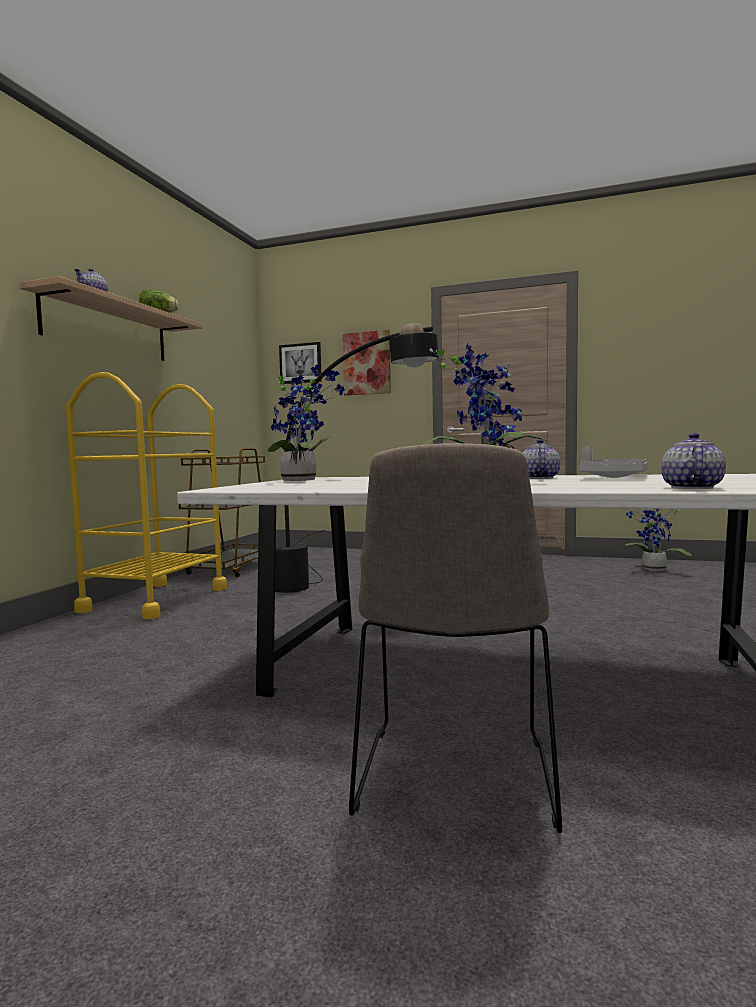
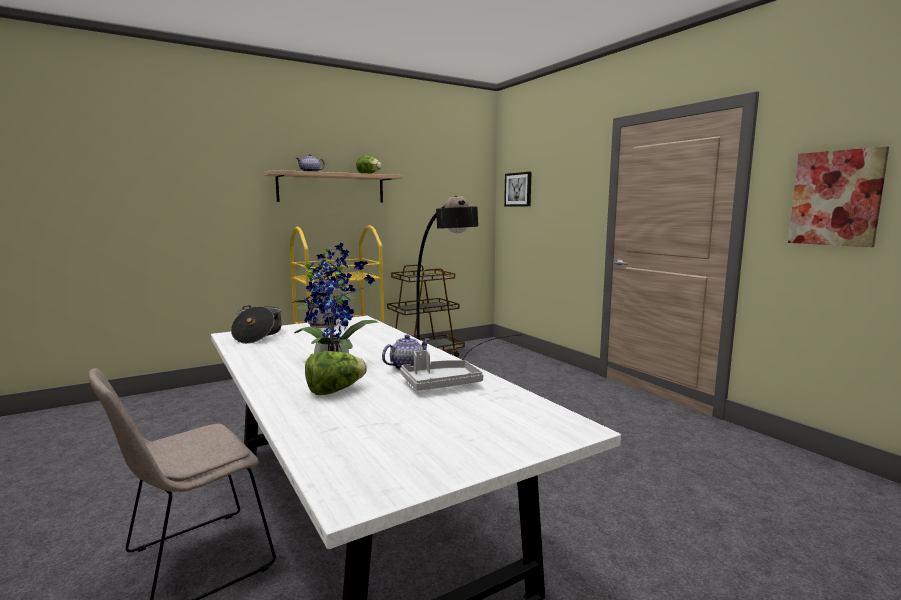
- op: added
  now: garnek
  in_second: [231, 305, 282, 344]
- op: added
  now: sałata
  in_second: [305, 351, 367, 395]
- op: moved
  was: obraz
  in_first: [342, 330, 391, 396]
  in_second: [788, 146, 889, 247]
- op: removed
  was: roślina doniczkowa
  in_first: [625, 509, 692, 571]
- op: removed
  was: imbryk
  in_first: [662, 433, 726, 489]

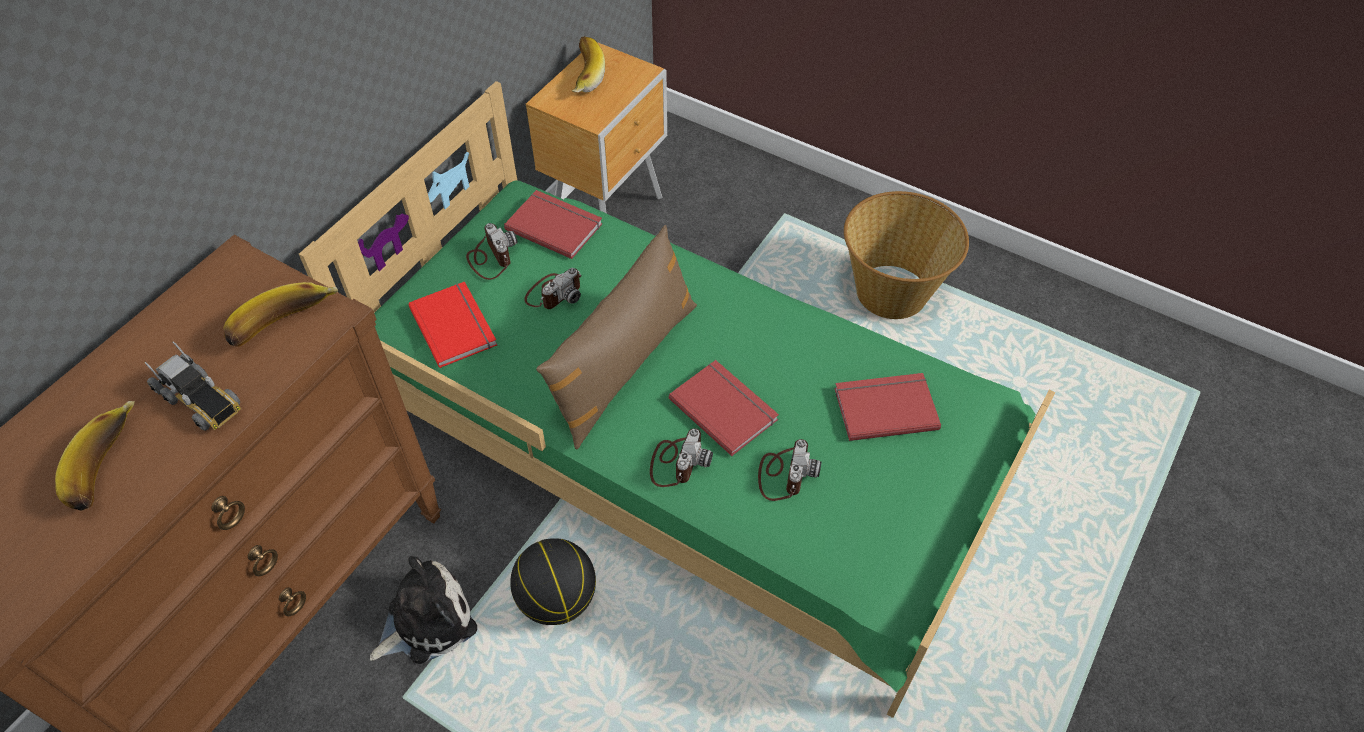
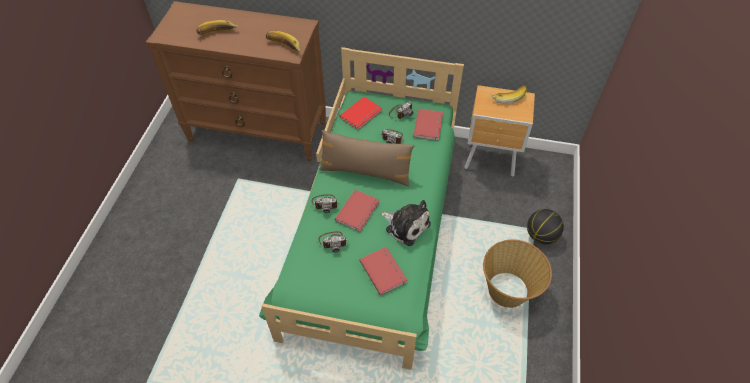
- op: moved
  was: pluszak
  in_first: [370, 556, 477, 664]
  in_second: [380, 200, 431, 246]
- op: moved
  was: piłka do koszykówki
  in_first: [510, 538, 596, 625]
  in_second: [527, 209, 564, 244]
- op: removed
  was: ciężarówka zabawkowa
  in_first: [144, 341, 241, 431]

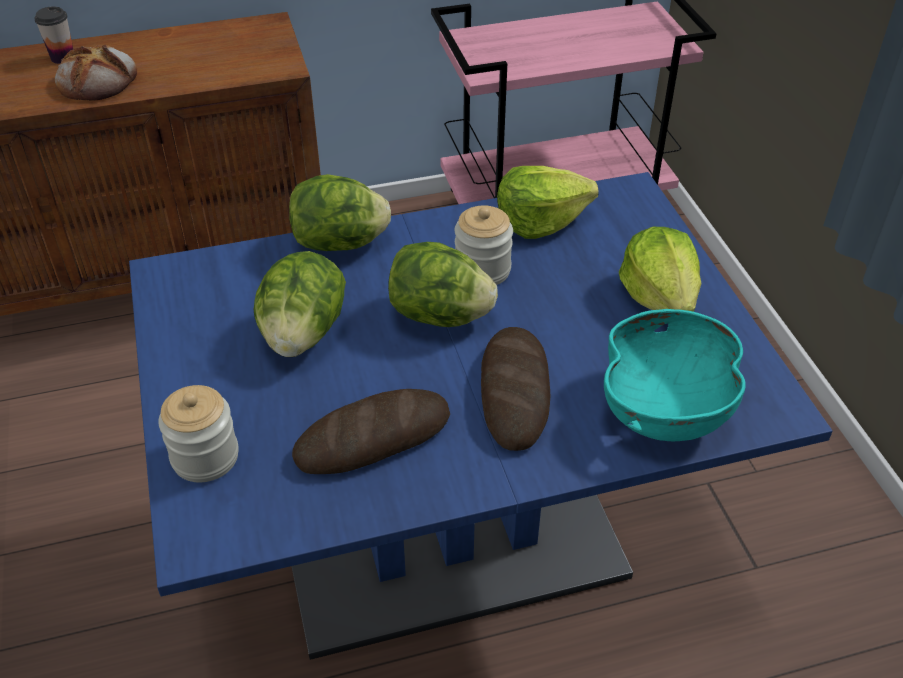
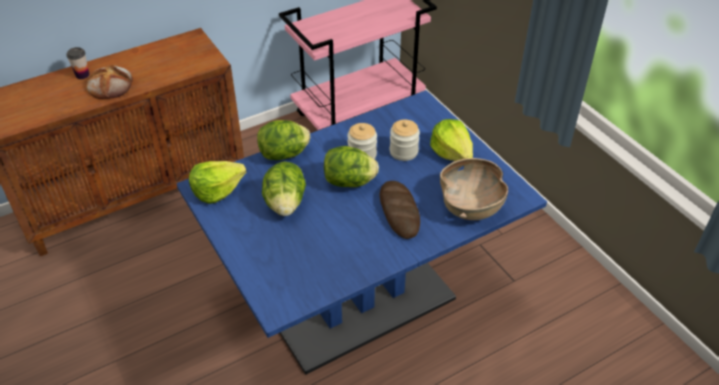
- op: moved
  was: sałata
  in_first: [497, 166, 599, 239]
  in_second: [189, 161, 246, 204]
- op: moved
  was: słoik
  in_first: [158, 385, 239, 482]
  in_second: [390, 120, 420, 161]
- op: recoloured
  was: miska [turkusowy]
  now: miska [brązowy]
  in_first: [604, 309, 746, 441]
  in_second: [440, 158, 508, 220]
- op: removed
  was: chleb
  in_first: [292, 389, 450, 474]

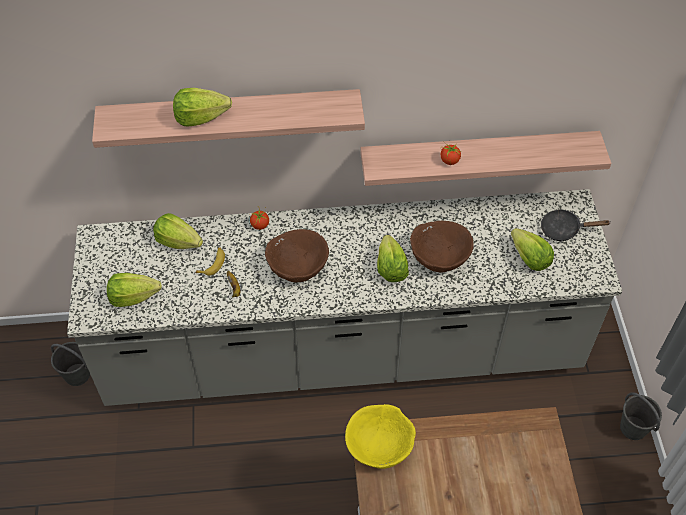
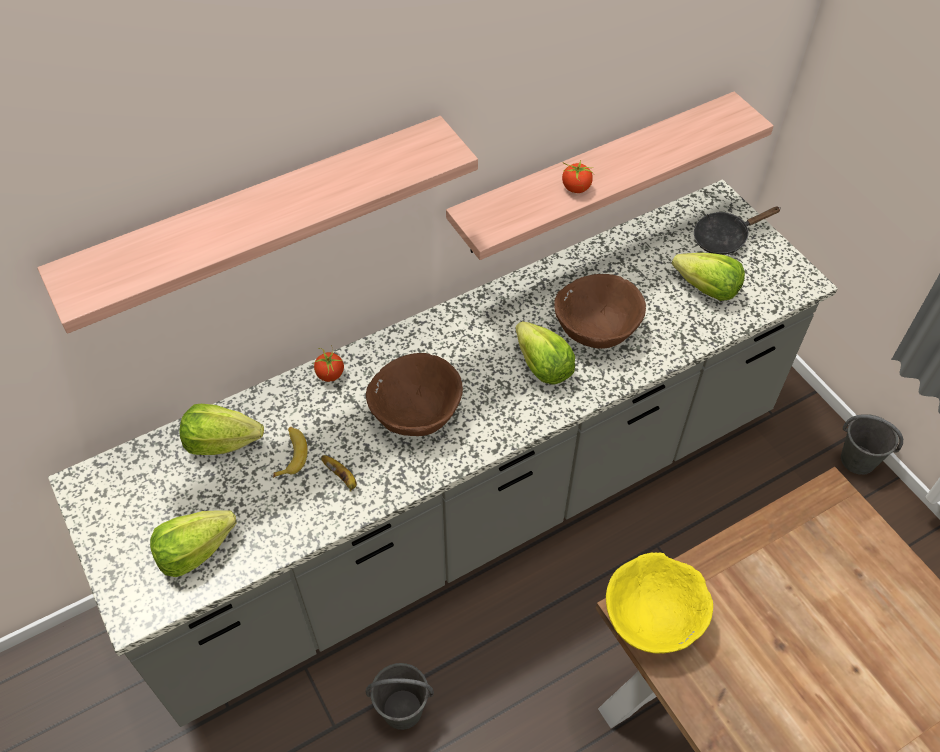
- op: moved
  was: wiadro [szary]
  in_first: [51, 342, 90, 386]
  in_second: [366, 663, 434, 730]
- op: removed
  was: sałata
  in_first: [173, 88, 232, 126]

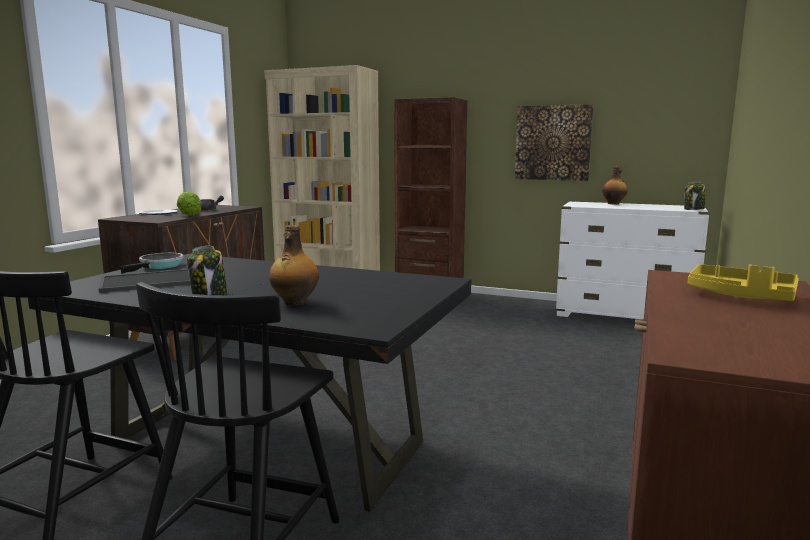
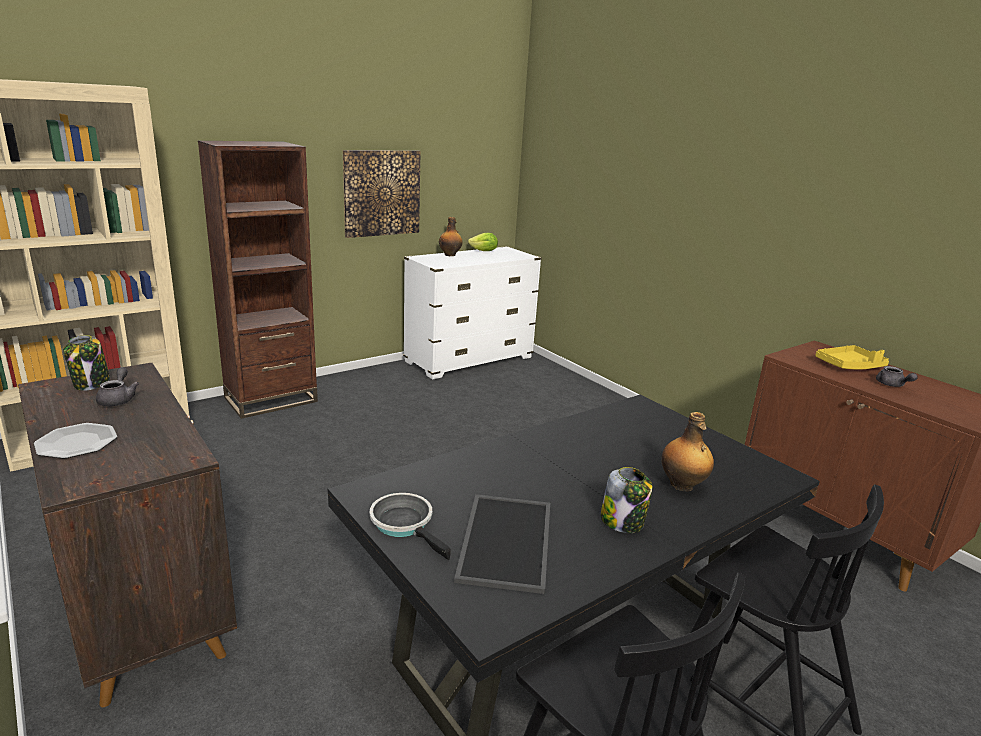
- op: moved
  was: słoik
  in_first: [684, 182, 705, 210]
  in_second: [63, 335, 110, 391]
- op: moved
  was: sałata
  in_first: [177, 192, 201, 216]
  in_second: [468, 233, 498, 251]
- op: added
  now: imbryk [szary]
  in_second: [876, 366, 917, 387]

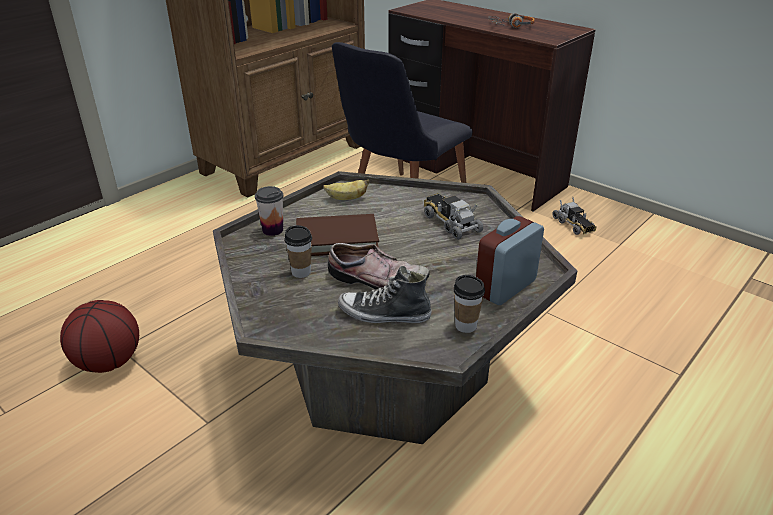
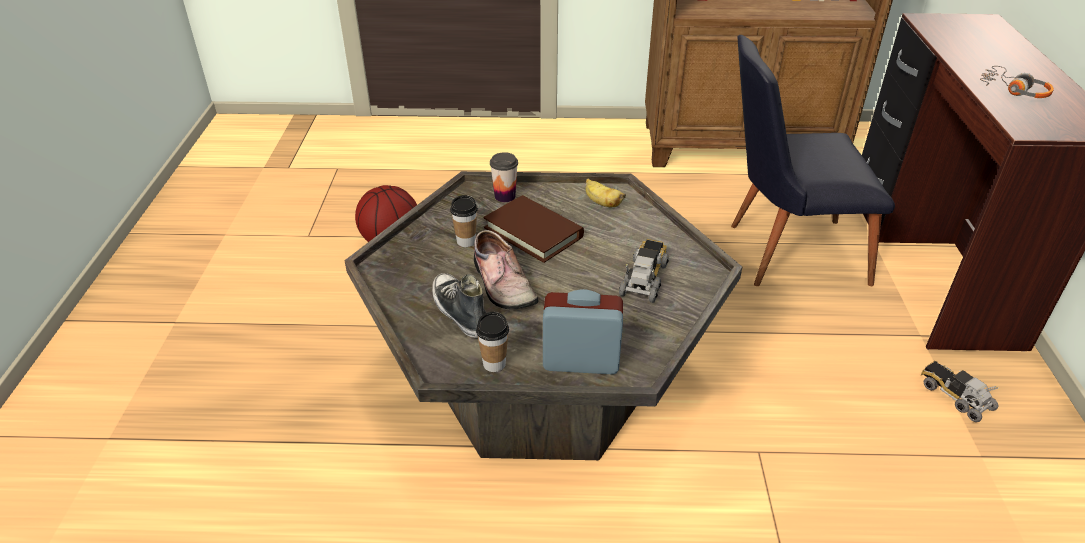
- op: turned
  was: ciężarówka zabawkowa
  in_first: [552, 197, 597, 235]
  in_second: [921, 361, 998, 422]
  clockwise: 120

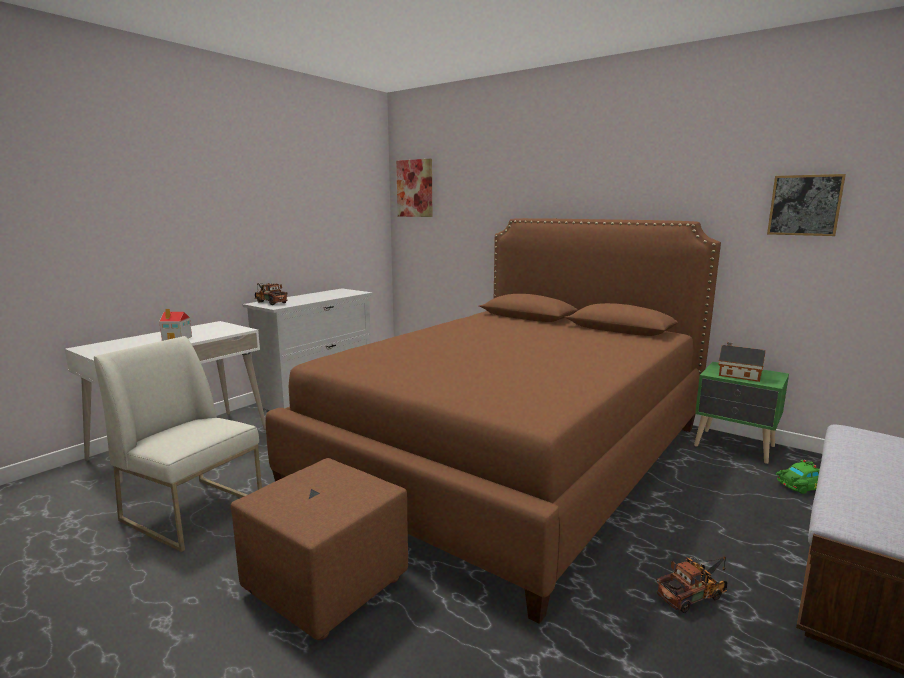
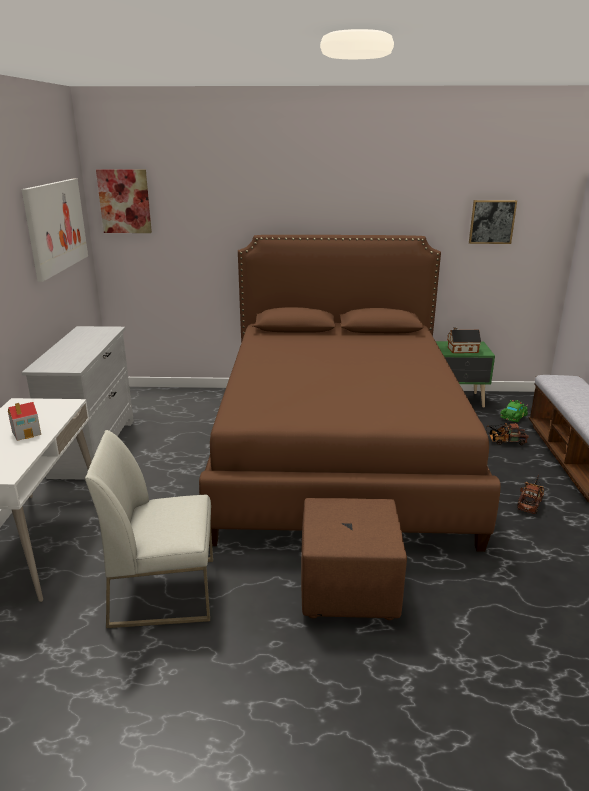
- op: added
  now: obraz
  in_second: [21, 179, 88, 282]
- op: moved
  was: ciężarówka zabawkowa
  in_first: [255, 283, 287, 305]
  in_second: [486, 423, 529, 445]

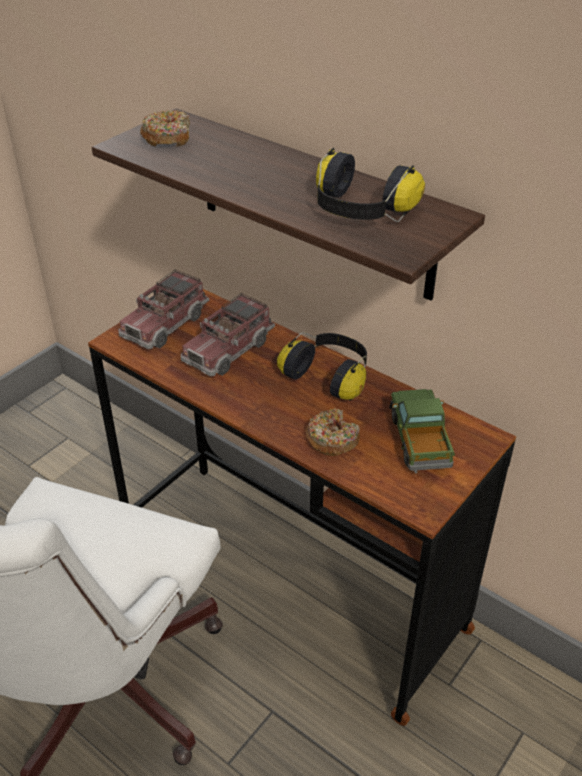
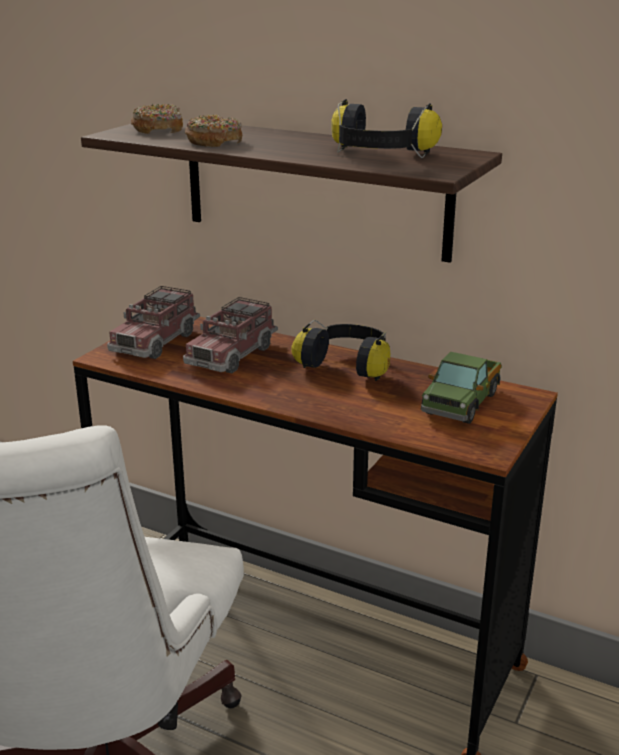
- op: moved
  was: donut
  in_first: [306, 408, 360, 456]
  in_second: [185, 114, 242, 147]
- op: turned
  was: ciężarówka zabawkowa
  in_first: [389, 389, 455, 473]
  in_second: [421, 352, 502, 424]
  clockwise: -135

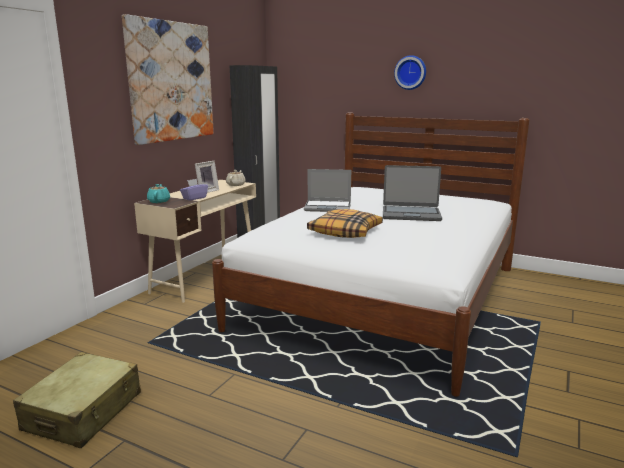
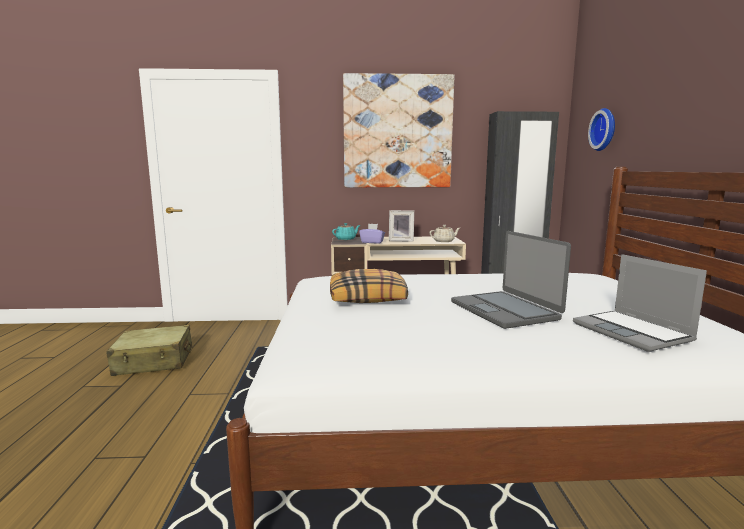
- op: moved
  was: laptop
  in_first: [304, 169, 351, 212]
  in_second: [573, 254, 707, 352]
- op: moved
  was: zegar ścienny
  in_first: [394, 55, 426, 90]
  in_second: [588, 108, 615, 151]

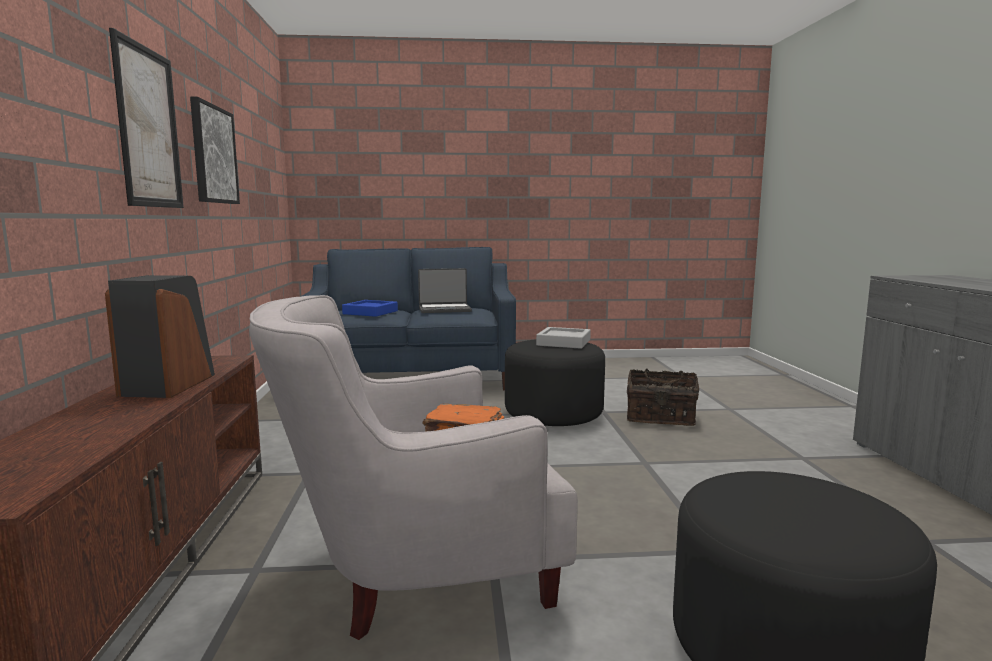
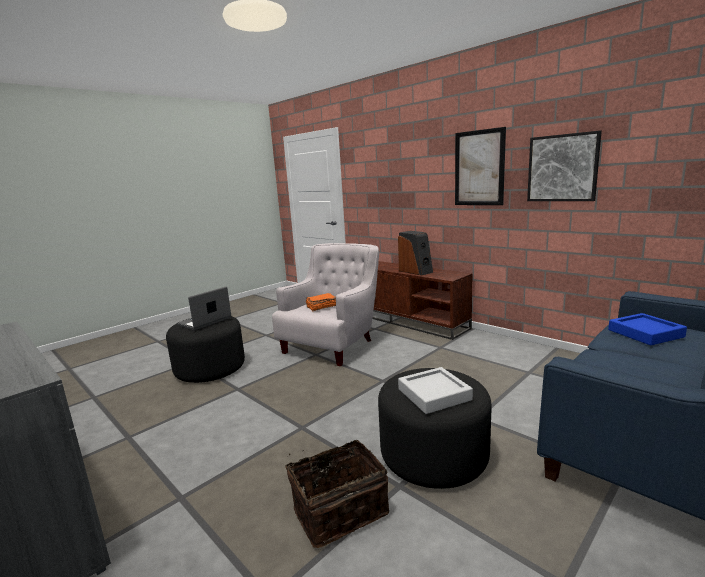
- op: moved
  was: laptop
  in_first: [418, 268, 472, 313]
  in_second: [177, 287, 231, 331]

